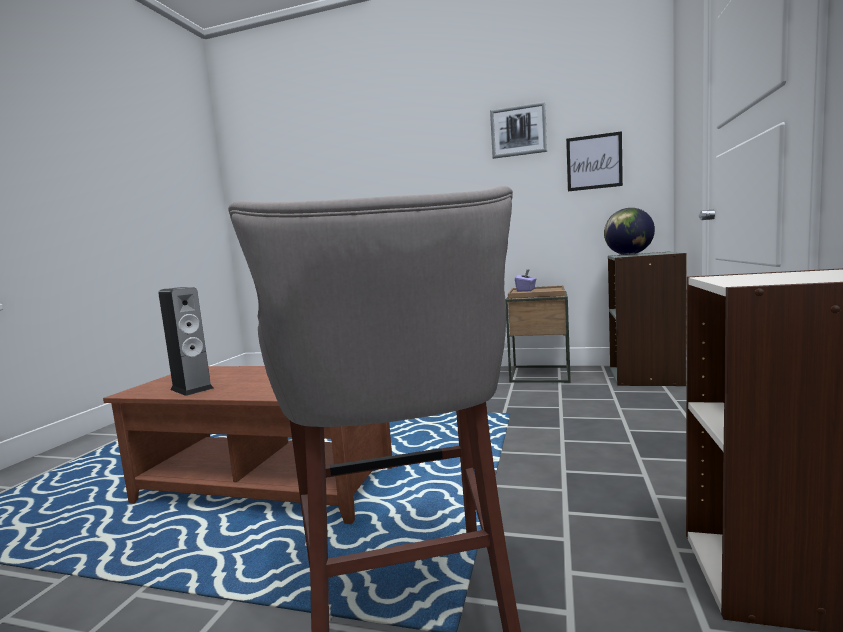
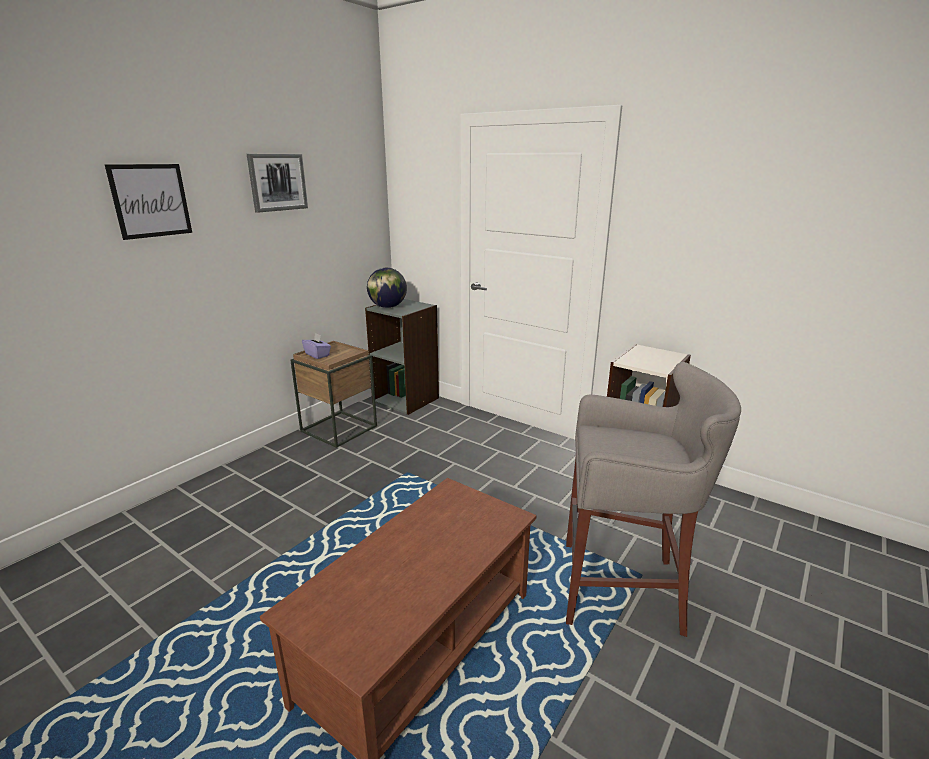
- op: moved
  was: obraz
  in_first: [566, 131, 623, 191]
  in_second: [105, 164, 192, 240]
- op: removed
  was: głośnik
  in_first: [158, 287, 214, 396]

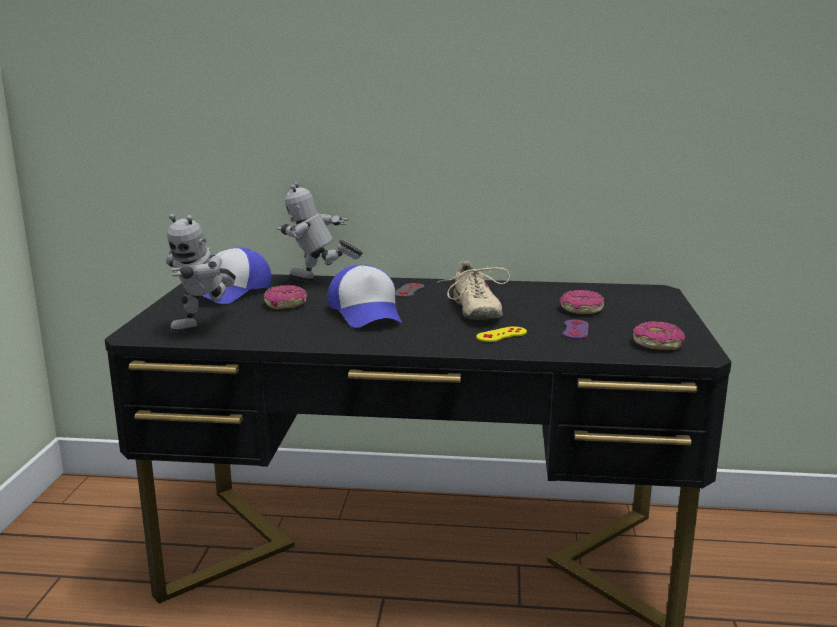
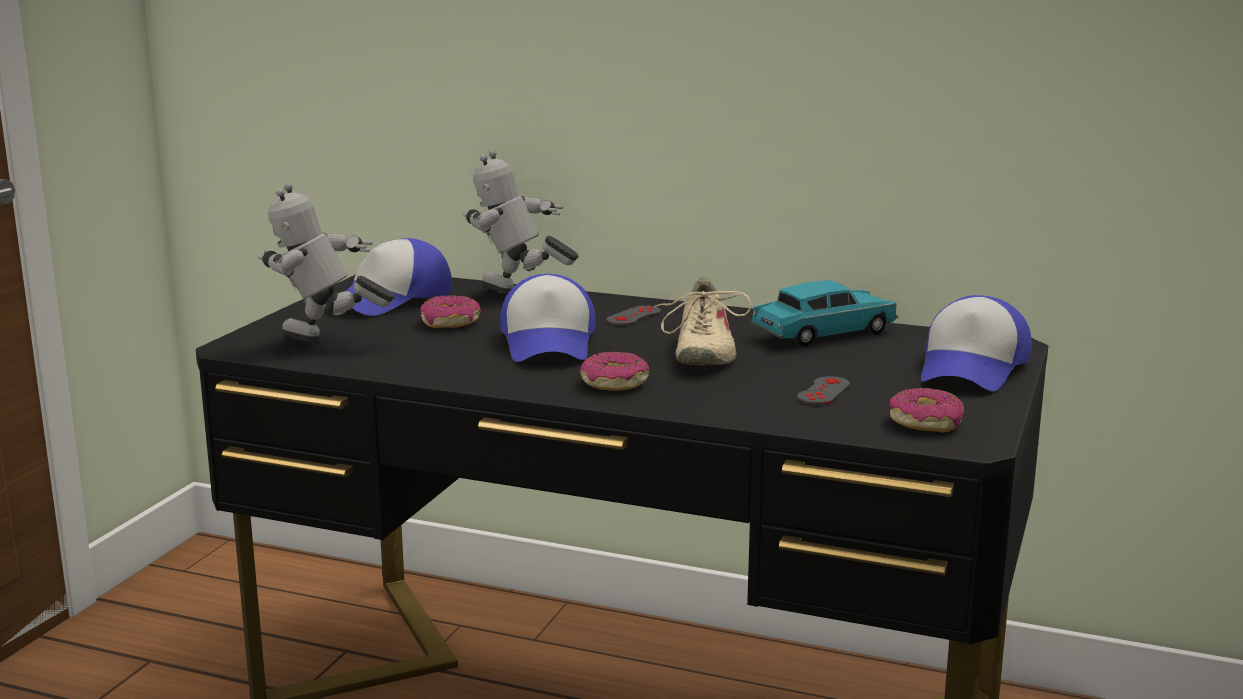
- op: turned
  was: robot zabawkowy
  in_first: [166, 214, 236, 334]
  in_second: [258, 183, 395, 343]
  clockwise: 60
- op: moved
  was: donut
  in_first: [559, 290, 605, 314]
  in_second: [579, 352, 650, 391]
- op: added
  now: samochodzik [turkusowy]
  in_second: [750, 280, 898, 346]
- op: recoloured
  was: pad do gier [fioletowy]
  now: pad do gier [szary]
  in_first: [563, 319, 589, 339]
  in_second: [797, 376, 850, 405]
- op: added
  now: czapka z daszkiem
  in_second: [921, 295, 1032, 391]
- op: removed
  was: pad do gier [żółty]
  in_first: [476, 326, 527, 342]

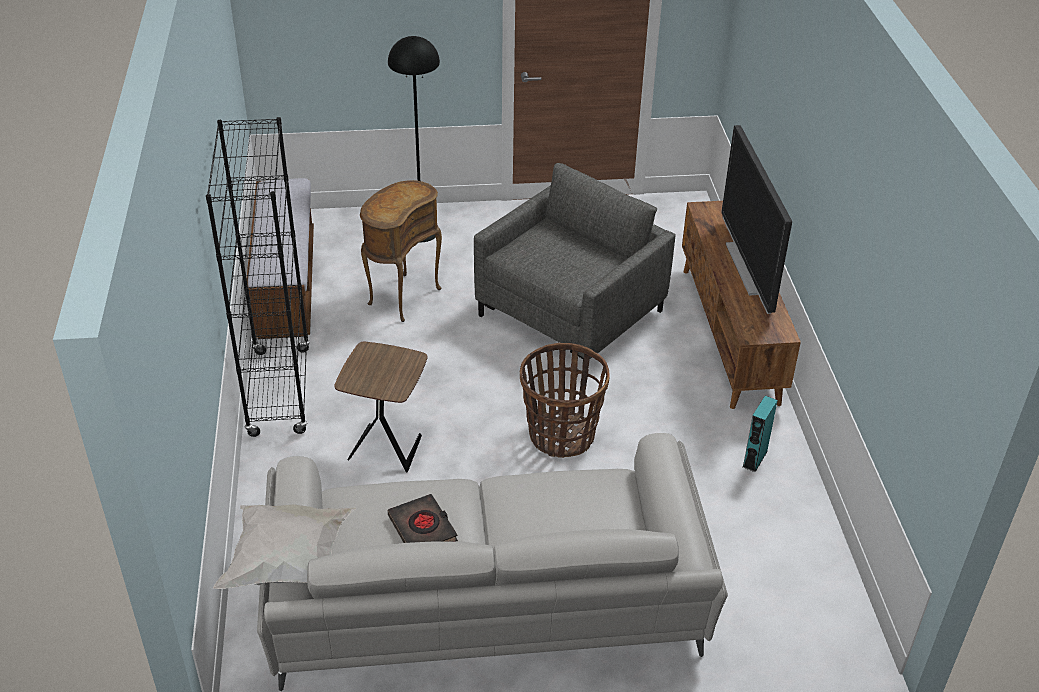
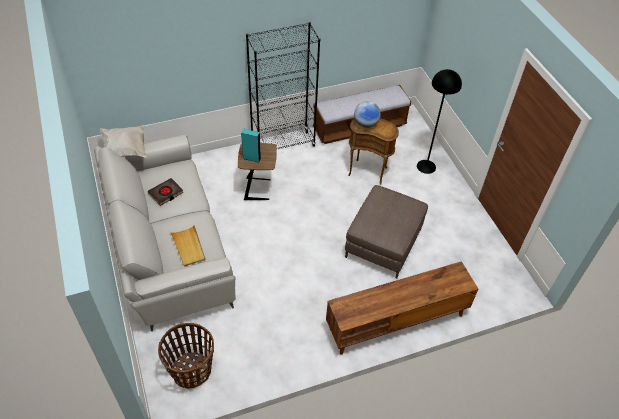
- op: moved
  was: koszyk
  in_first: [520, 343, 610, 458]
  in_second: [158, 323, 214, 389]
- op: added
  now: taca [beżowy]
  in_second: [171, 225, 205, 267]
- op: moved
  was: głośnik [turkusowy]
  in_first: [743, 396, 778, 472]
  in_second: [241, 129, 261, 163]
- op: replaced
  was: fotel [szary]
  now: pufa [brązowy]
  in_first: [474, 163, 676, 360]
  in_second: [345, 185, 428, 279]
- op: added
  now: globus
  in_second: [354, 101, 381, 128]
- op: removed
  was: telewizor
  in_first: [721, 125, 792, 314]

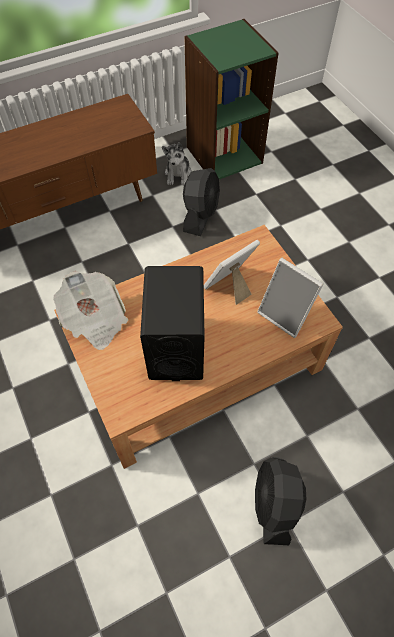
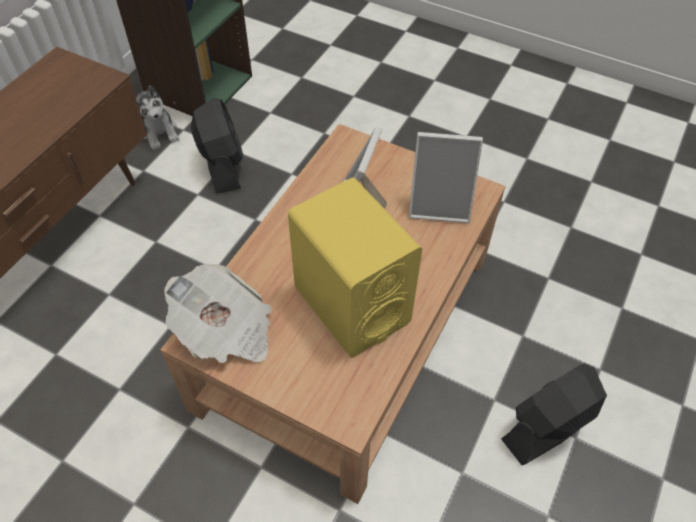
- op: recoloured
  was: głośnik [czarny]
  now: głośnik [żółty]
  in_first: [140, 266, 205, 381]
  in_second: [288, 178, 422, 358]
- op: turned
  was: wentylator [czarny]
  in_first: [255, 457, 307, 545]
  in_second: [501, 363, 607, 465]
  clockwise: 90

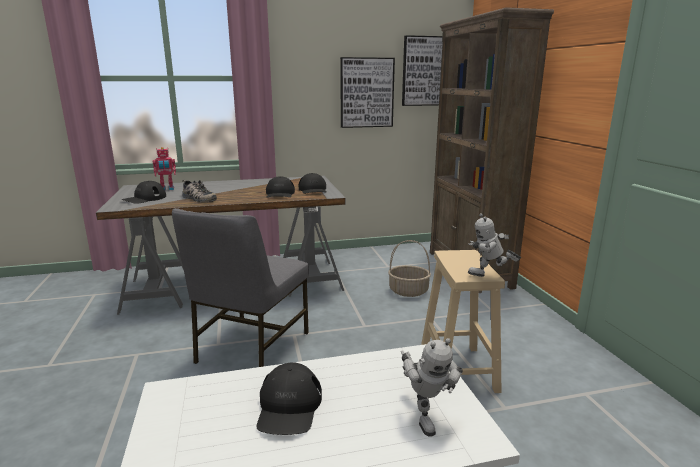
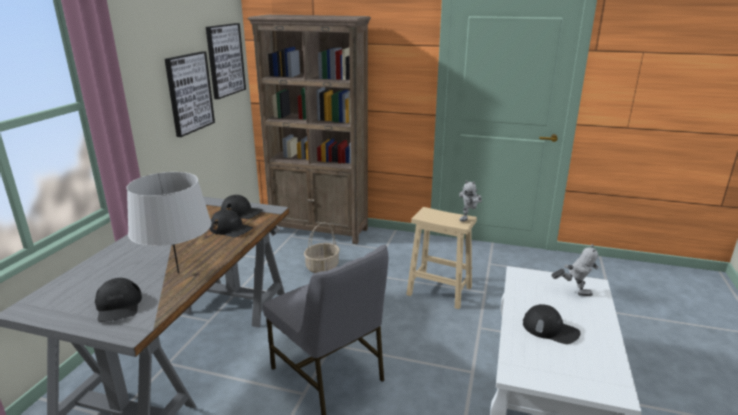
- op: replaced
  was: but
  now: lampa stołowa [szary]
  in_first: [182, 180, 217, 202]
  in_second: [127, 172, 212, 273]
- op: removed
  was: robot zabawkowy
  in_first: [153, 147, 176, 191]

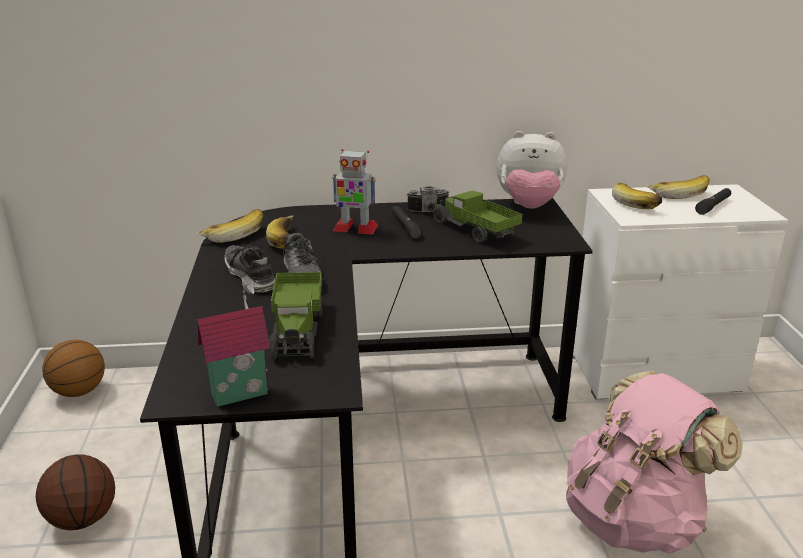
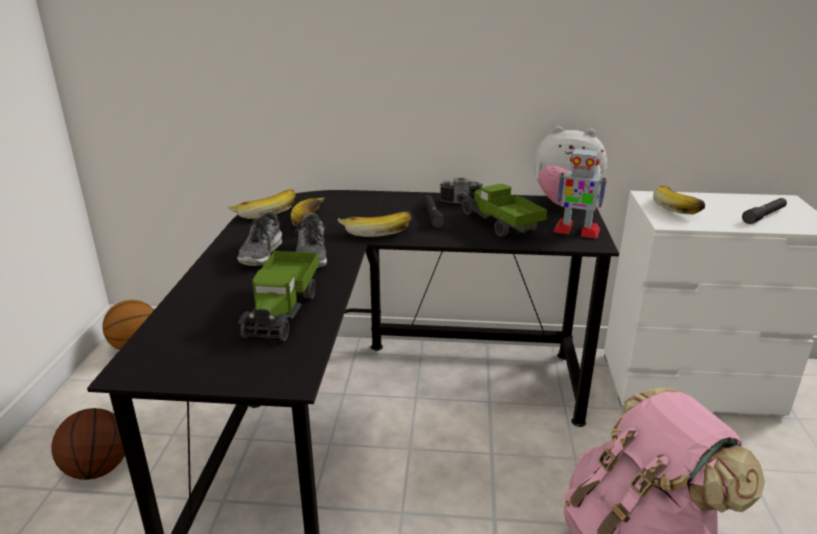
- op: turned
  was: but
  in_first: [225, 244, 275, 292]
  in_second: [237, 211, 282, 266]
  clockwise: -150
- op: moved
  was: banan
  in_first: [647, 175, 710, 199]
  in_second: [338, 212, 411, 237]
- op: moved
  was: robot zabawkowy
  in_first: [332, 149, 378, 235]
  in_second: [553, 147, 607, 239]
- op: removed
  was: domek
  in_first: [197, 276, 270, 407]

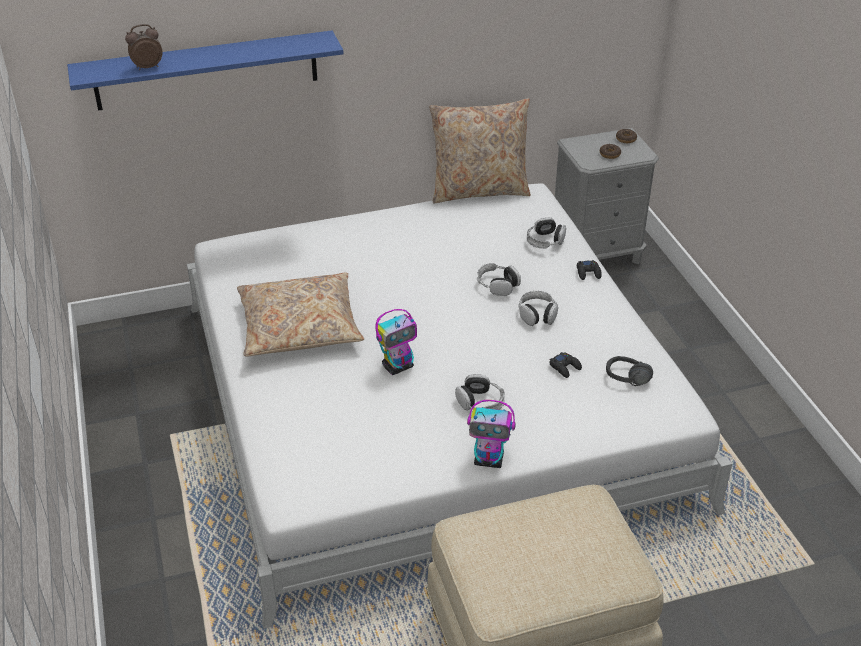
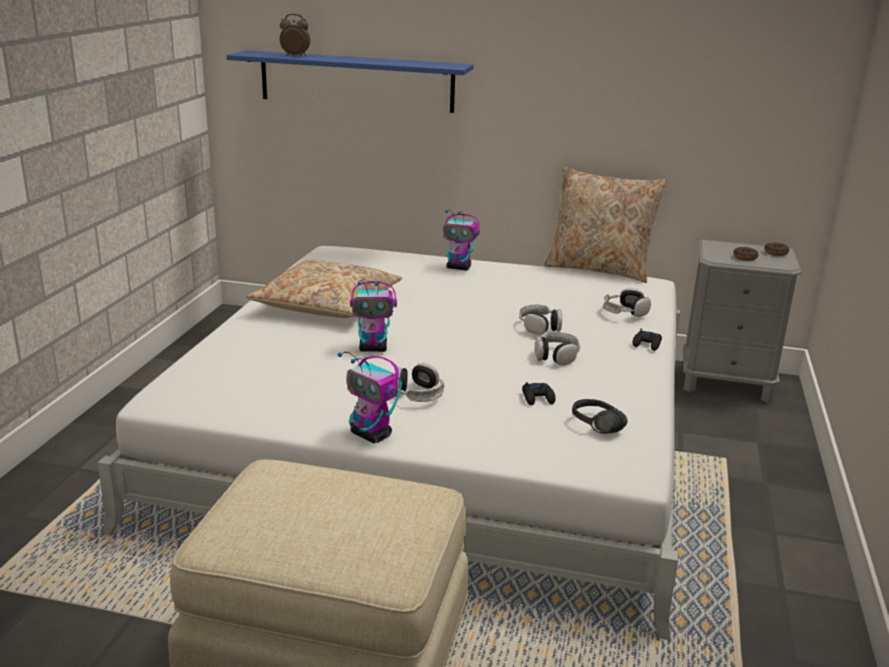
- op: added
  now: robot zabawkowy
  in_second: [443, 209, 480, 271]

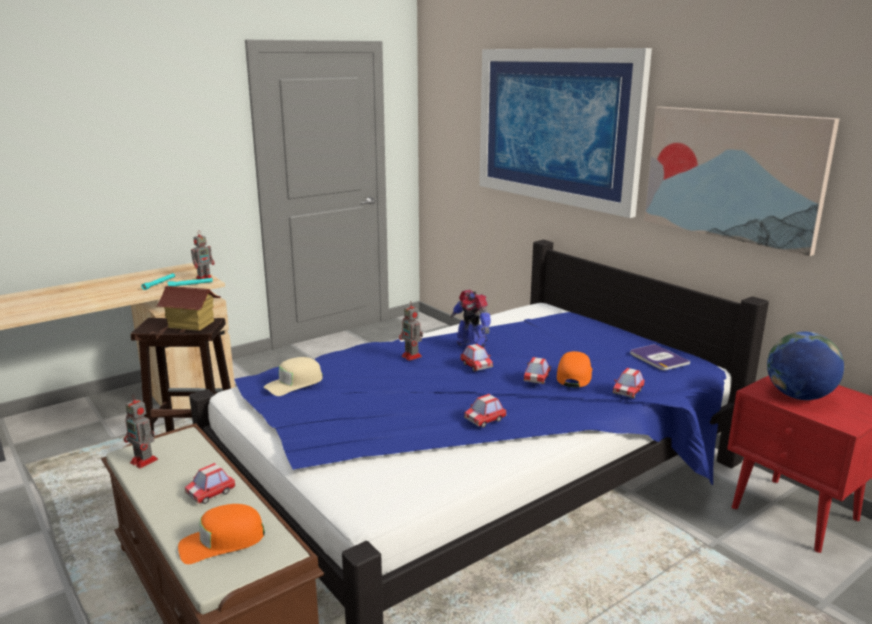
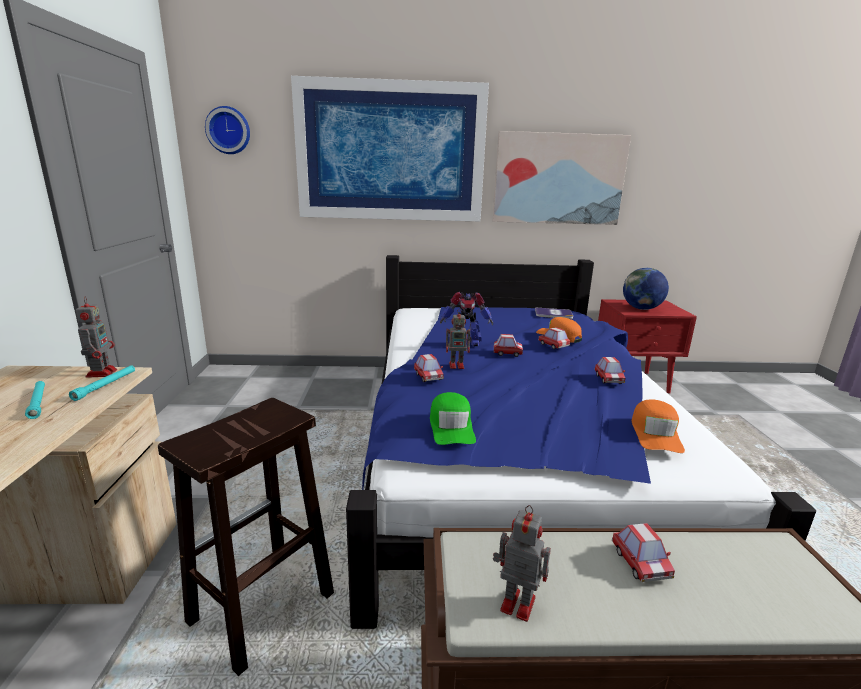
- op: added
  now: zegar ścienny
  in_second: [205, 106, 250, 154]
- op: moved
  was: samochodzik
  in_first: [613, 368, 645, 399]
  in_second: [414, 354, 444, 382]
- op: recoloured
  was: czapka z daszkiem [beżowy]
  now: czapka z daszkiem [zielony]
  in_first: [264, 357, 323, 396]
  in_second: [430, 392, 476, 445]
- op: turned
  was: robot zabawkowy
  in_first: [124, 394, 158, 468]
  in_second: [493, 505, 551, 622]
  clockwise: -135
- op: moved
  was: czapka z daszkiem [pomarańczowy]
  in_first: [178, 504, 265, 564]
  in_second: [632, 399, 685, 453]
- op: removed
  was: domek
  in_first: [157, 286, 221, 331]

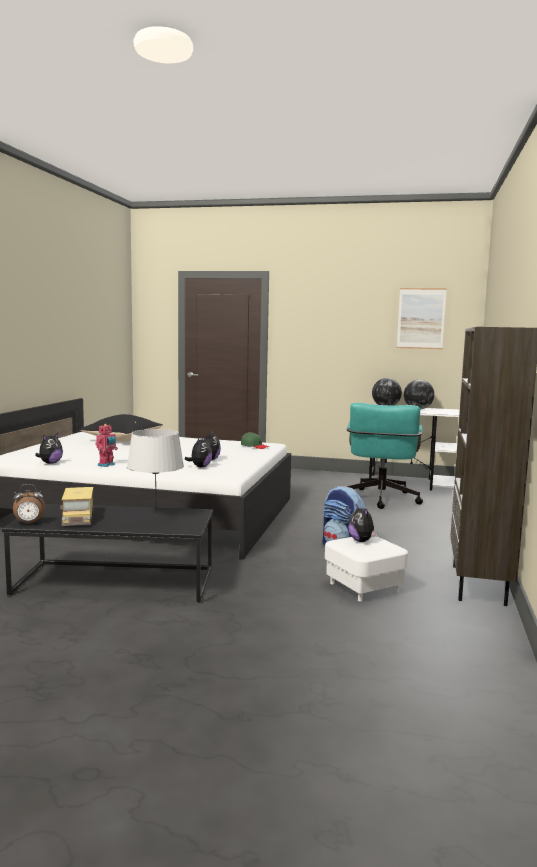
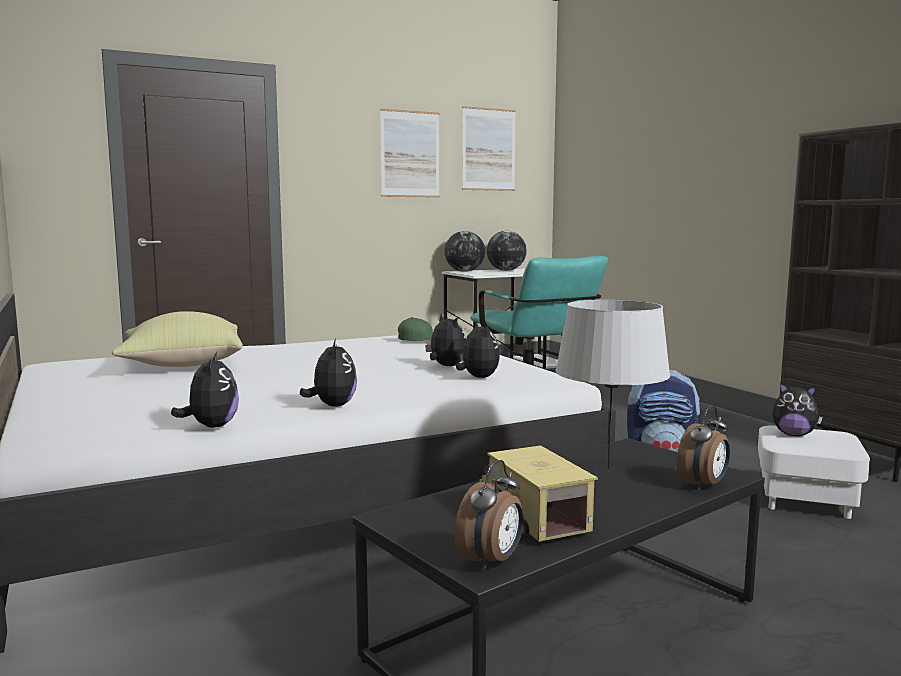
- op: recoloured
  was: poduszka [czarny]
  now: poduszka [żółty]
  in_first: [80, 414, 163, 441]
  in_second: [112, 311, 243, 367]
- op: replaced
  was: robot zabawkowy
  now: pluszak
  in_first: [95, 424, 118, 467]
  in_second: [300, 339, 357, 407]
- op: added
  now: obraz
  in_second: [380, 109, 440, 198]
- op: turned
  was: ciężarówka zabawkowa
  in_first: [60, 487, 94, 526]
  in_second: [479, 445, 598, 542]
  clockwise: -150
- op: added
  now: budzik
  in_second: [677, 406, 730, 490]

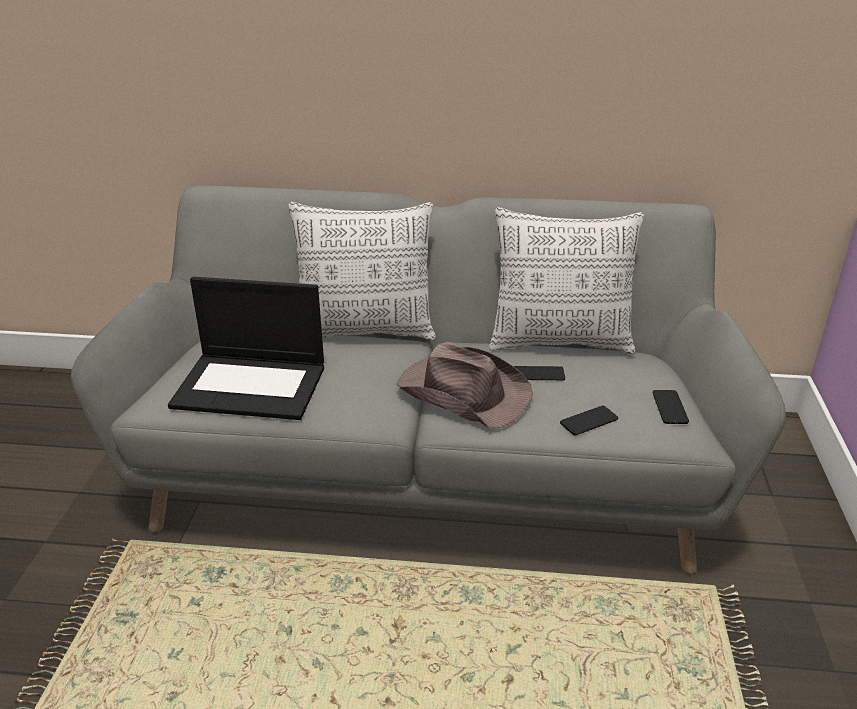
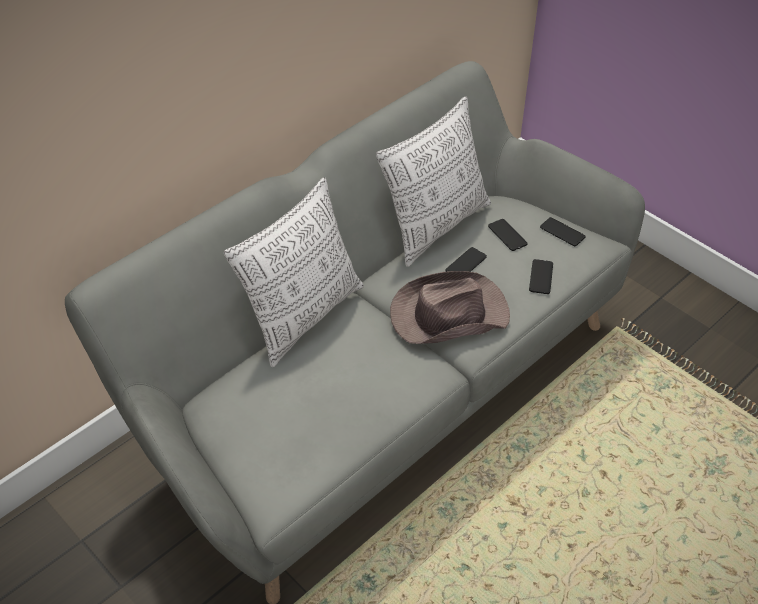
- op: added
  now: telefon
  in_second: [488, 219, 527, 251]
- op: removed
  was: laptop
  in_first: [168, 277, 324, 420]

